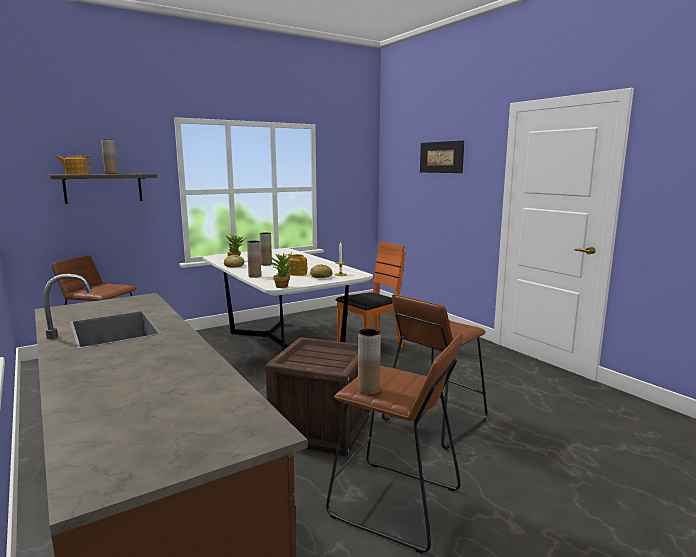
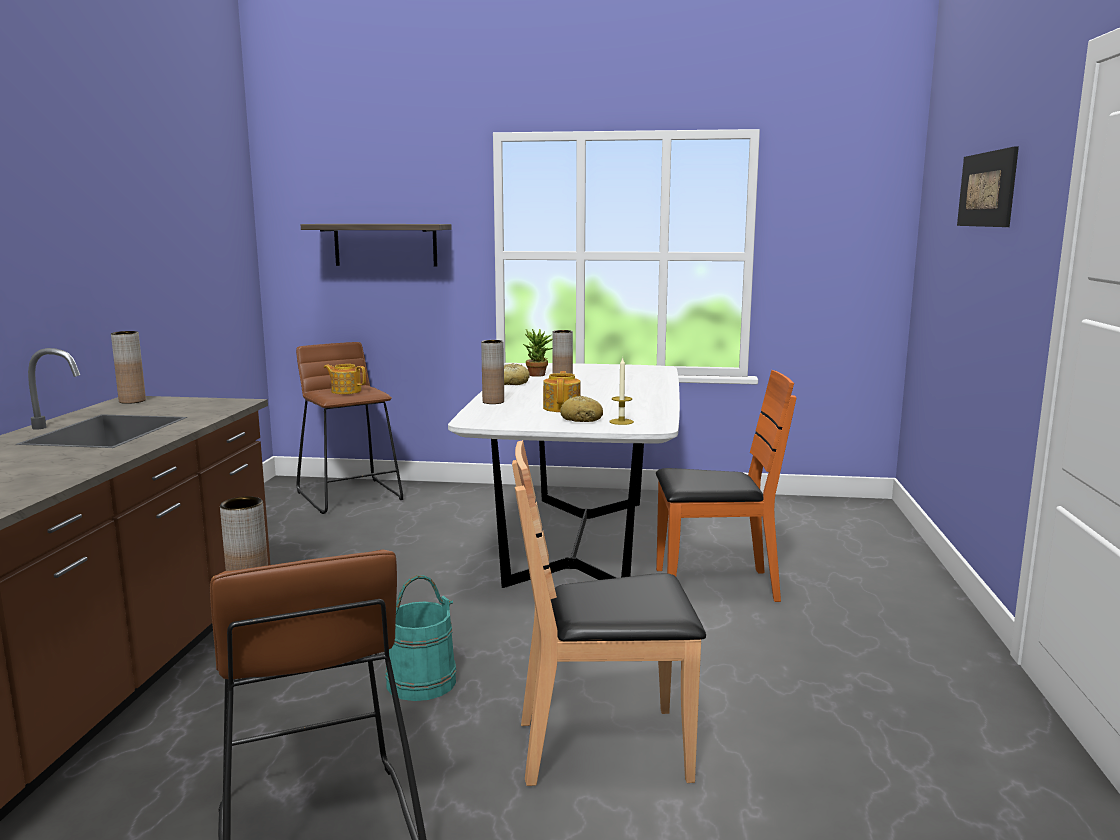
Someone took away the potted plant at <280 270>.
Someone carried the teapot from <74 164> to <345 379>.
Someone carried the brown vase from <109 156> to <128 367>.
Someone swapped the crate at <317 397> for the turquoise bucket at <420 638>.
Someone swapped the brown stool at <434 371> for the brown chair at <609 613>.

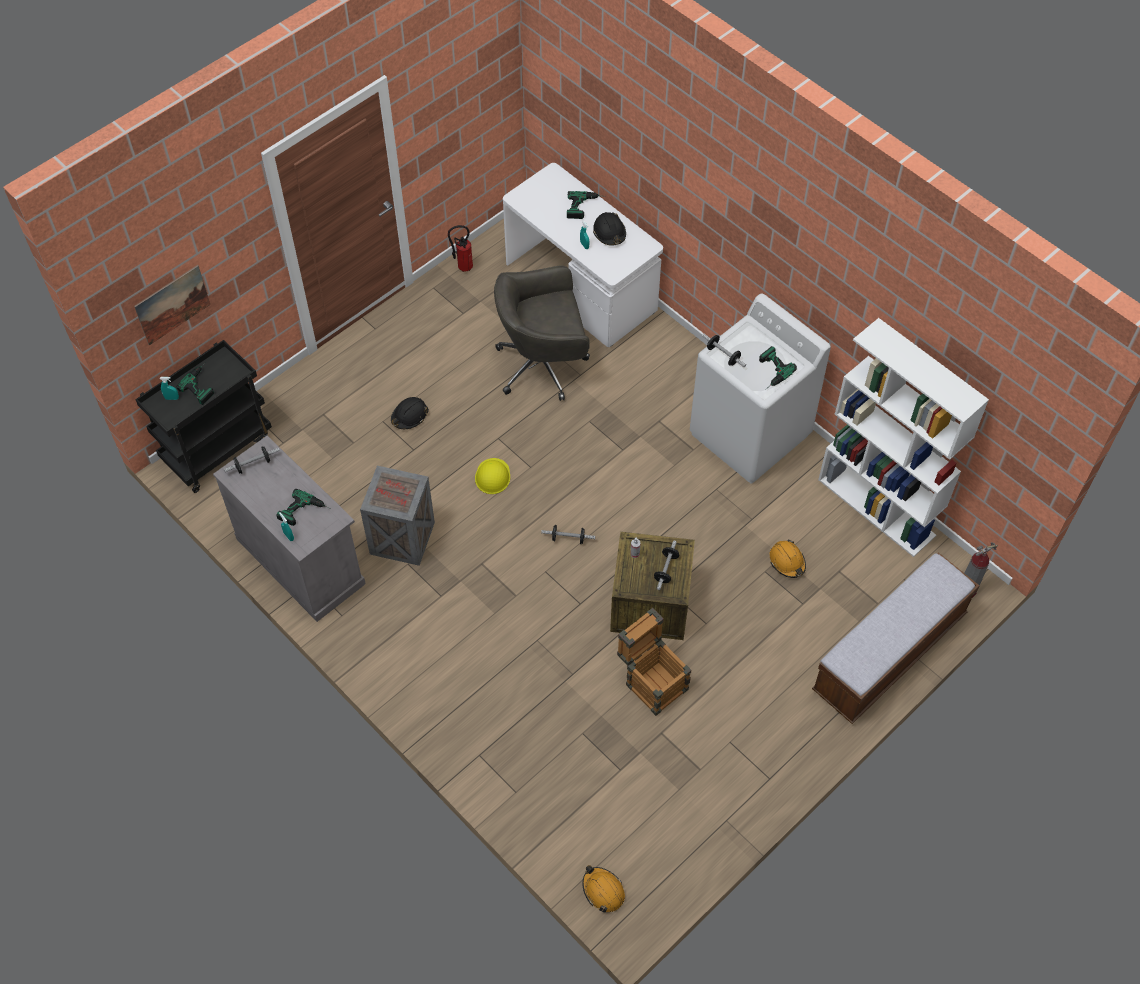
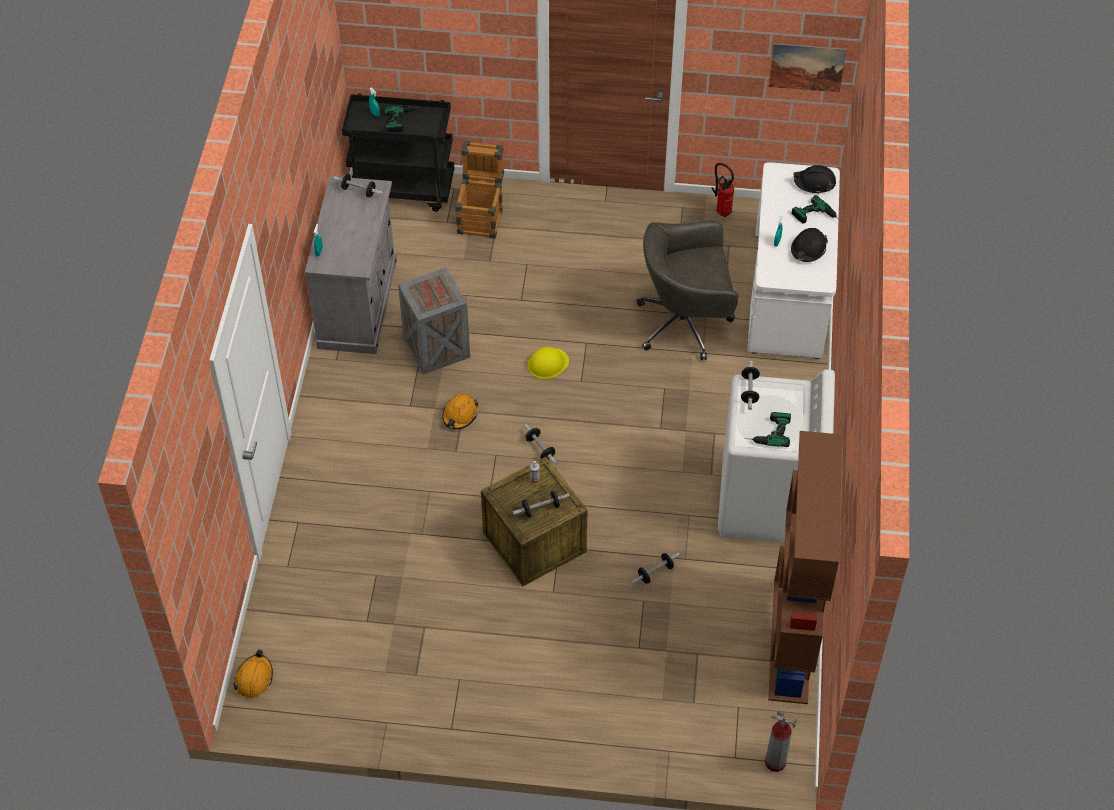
Someone took away the power drill at <303 507>.
Someone took away the bench at <896 638>.
Someone put down the dumbbell at <656 568>.
Someone carried the picture from <172 305> to <808 68>.
Someone carried the black hard hat from <410 413> to <814 179>.
Someone carried the crate from <654 662> to <479 190>.
Someone carried the orange hard hat from <787 558> to <460 411>.
Someone repainted the white bookcase at <903 437>, which became the brown bookcase at <805 567>.
Someone rotated the grey office chair at <542 333> by 45 degrees counterclockwise.

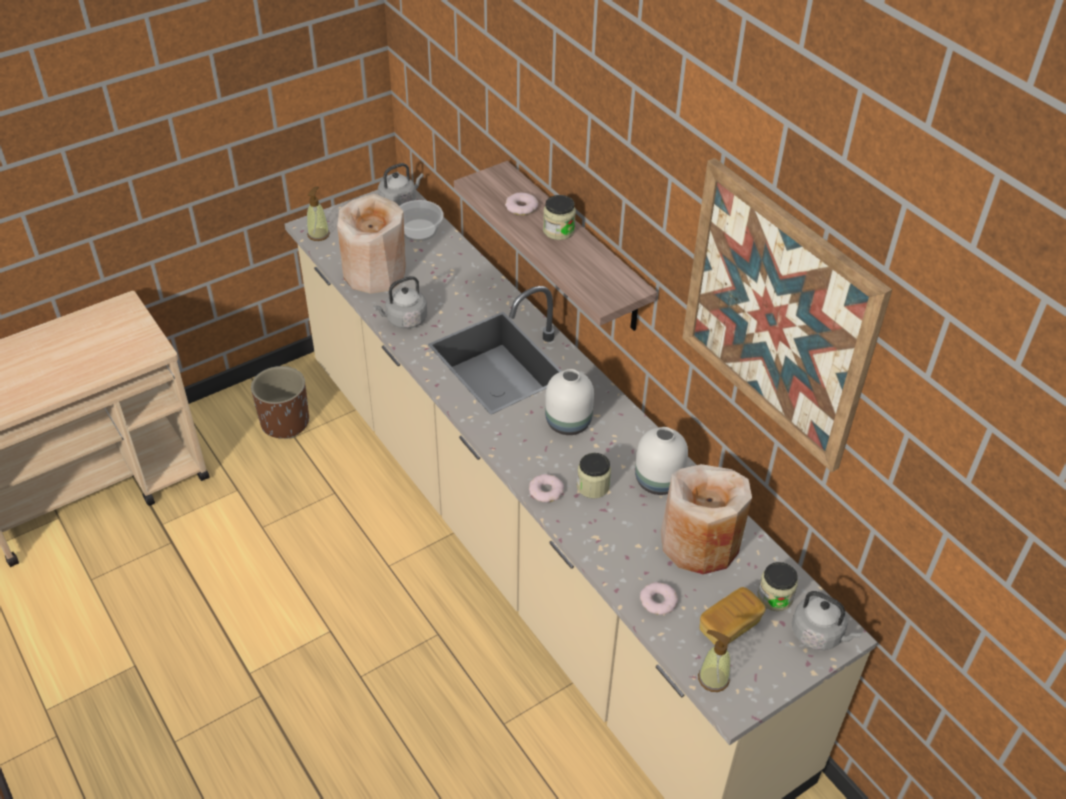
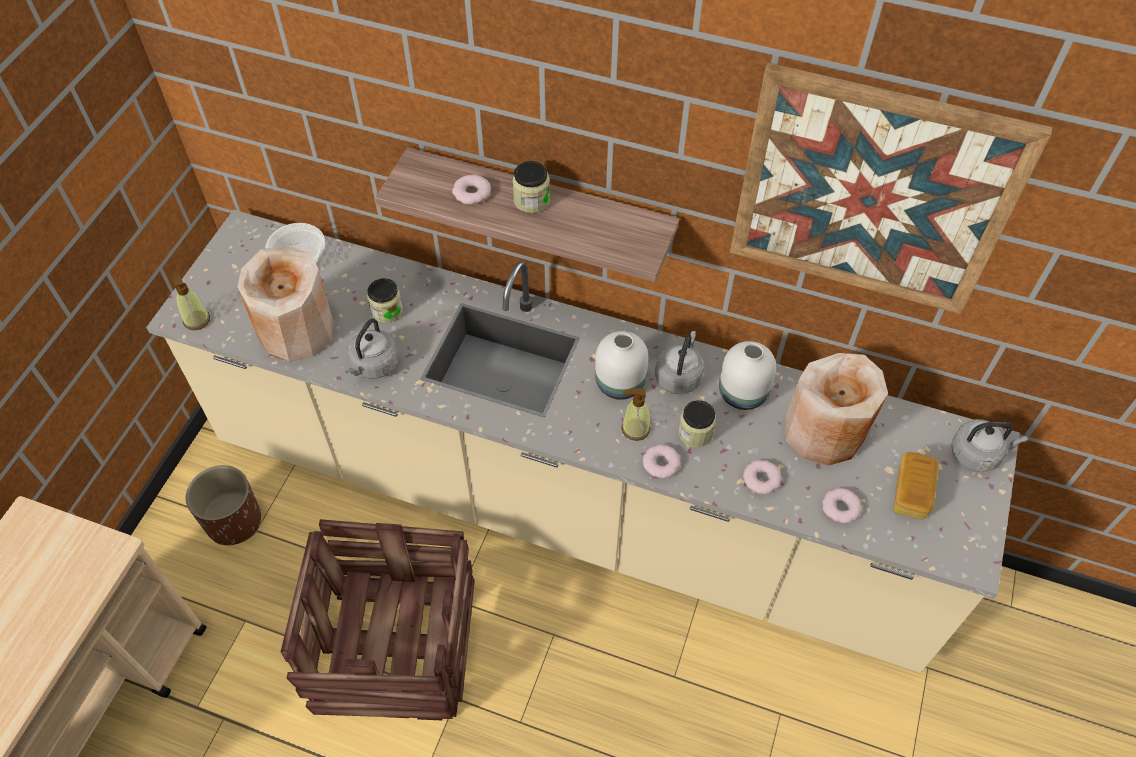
Someone put down the crate at <377 619>.
Someone put down the donut at <762 477>.
Someone carried the grey kettle from <401 184> to <680 362>.
Someone carried the soap dispenser from <714 661> to <636 414>.
Someone carried the jar from <777 586> to <385 300>.

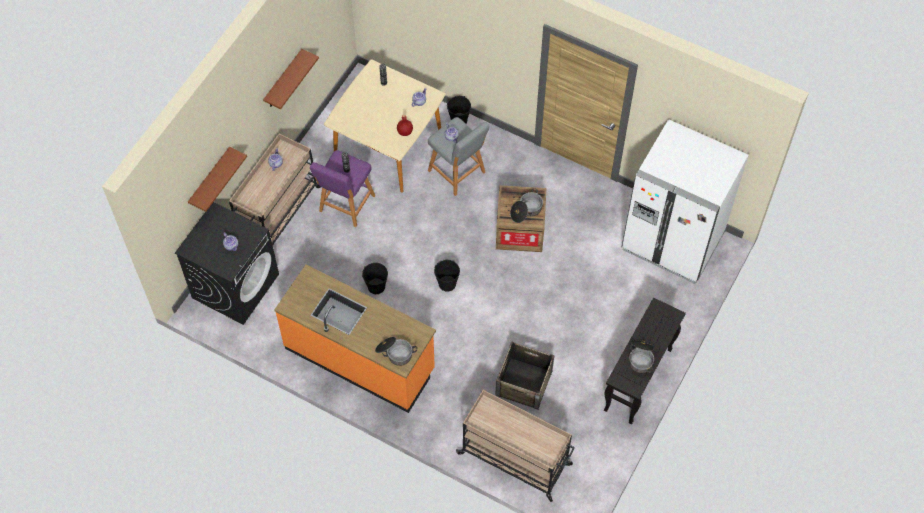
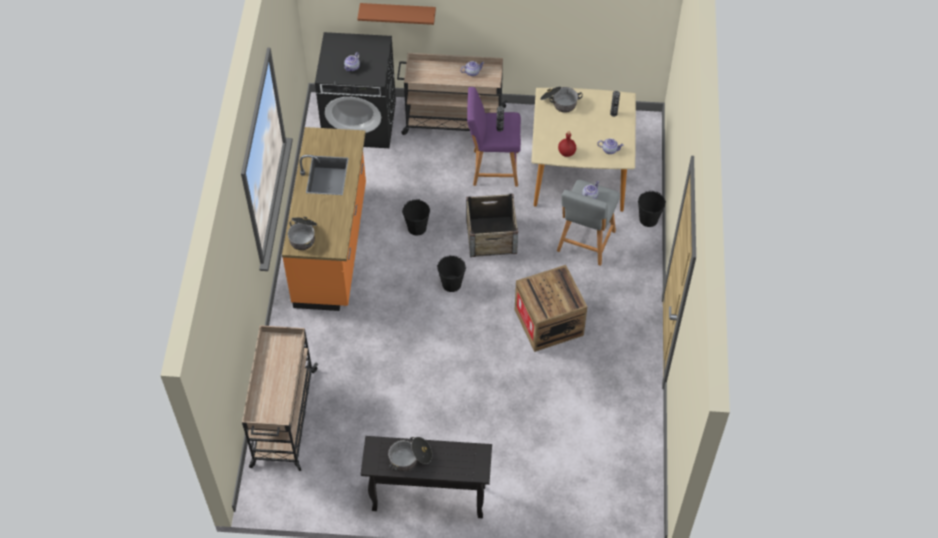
Someone took away the brown shelf at <291 79>.
Someone took away the white fridge at <685 201>.
Someone carried the crate from <524 375> to <492 225>.
Someone carried the cooking pot from <526 205> to <561 100>.

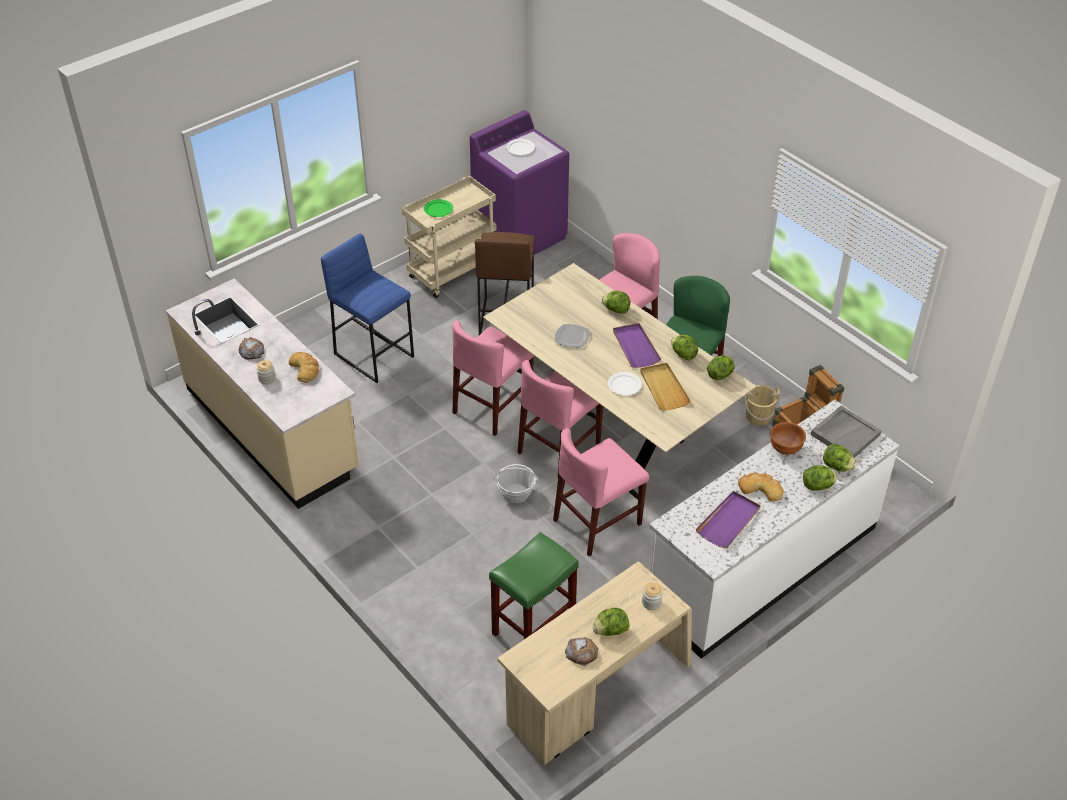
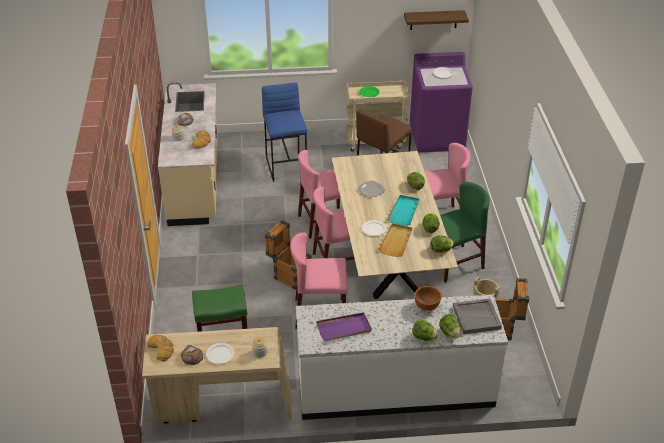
Someone put up the shelf at <436 20>.
Someone carried the bread from <761 487> to <160 348>.
Someone swapped the basket at <516 483> for the crate at <288 255>.
Someone swapped the lettuce at <611 622> for the white plate at <220 353>.
Someone repainted the purple tray at <637 345>, which became the turquoise tray at <403 210>.

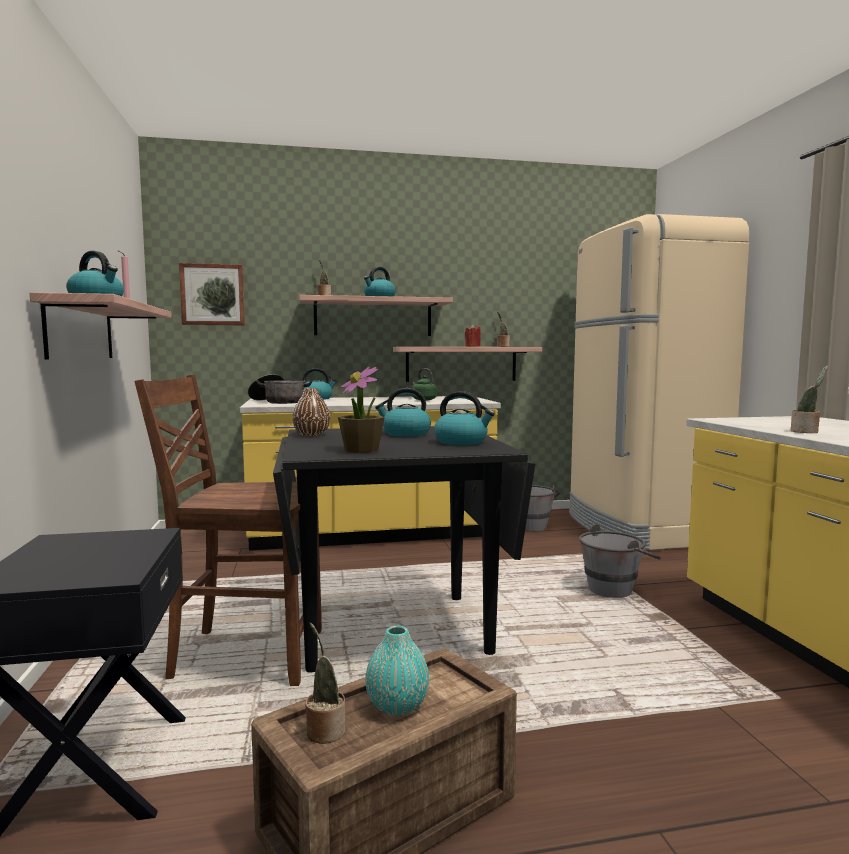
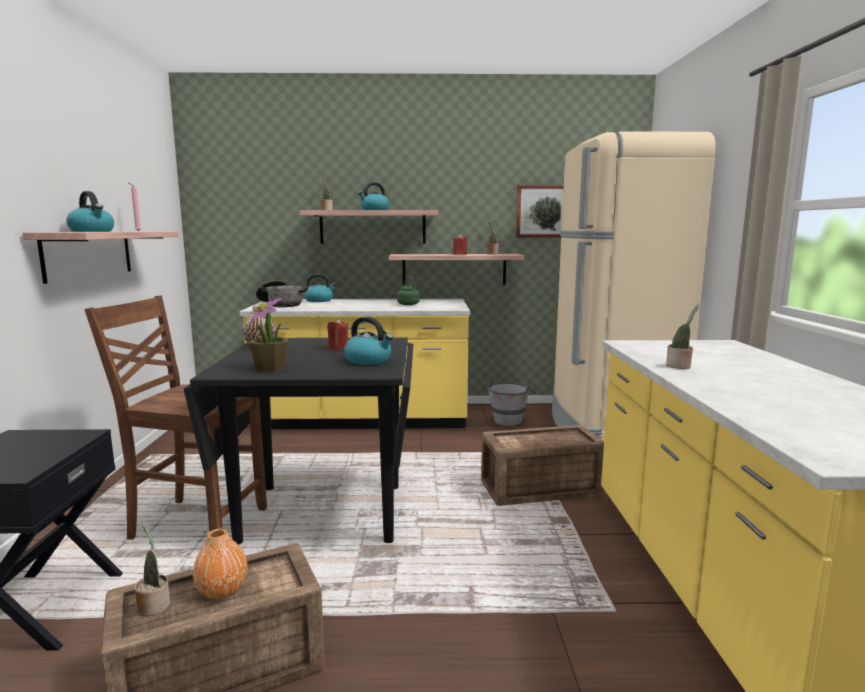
Someone carried the picture from <212 294> to <539 211>.
Someone swapped the kettle at <403 412> for the red candle at <337 334>.
Someone swapped the grey bucket at <620 561> for the crate at <542 465>.
Someone repainted the turquoise vase at <397 670>, which became the orange vase at <220 564>.

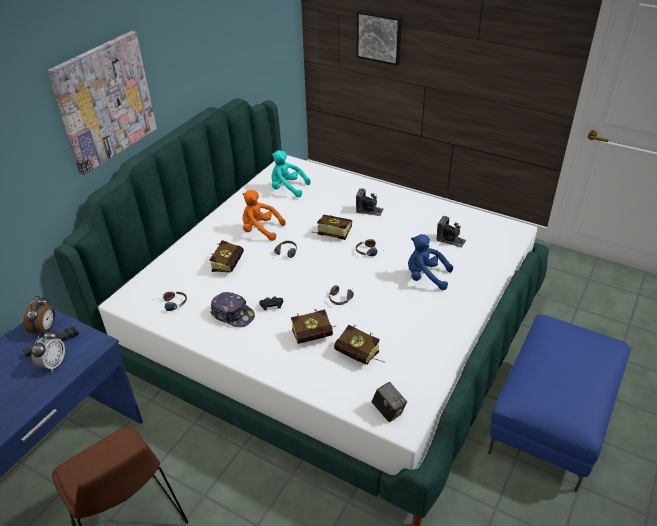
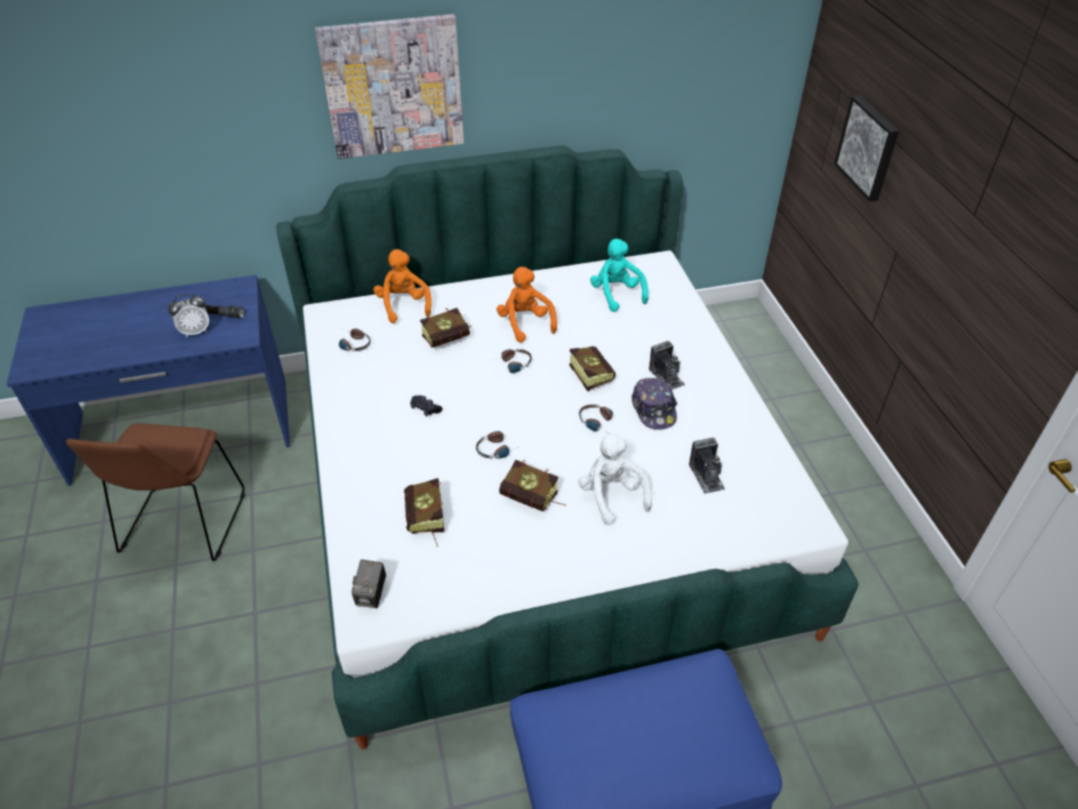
Someone took away the alarm clock at <39 316>.
Someone put down the orange plush toy at <402 286>.
Someone carried the cap from <232 309> to <654 404>.
Someone carried the book from <313 326> to <532 485>.
Someone repainted the blue plush toy at <430 262>, which became the white plush toy at <615 478>.

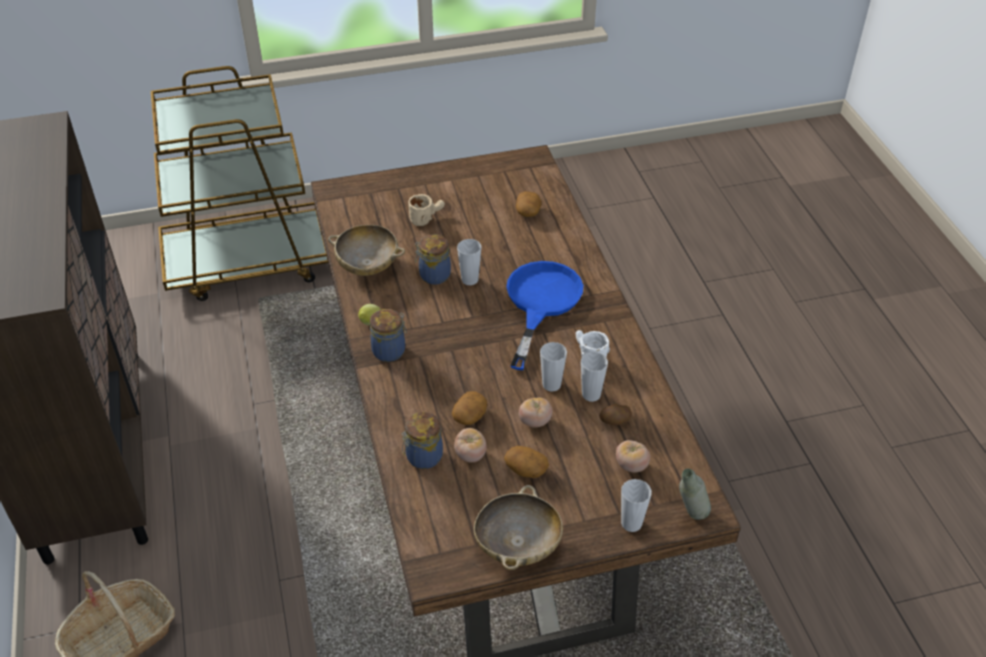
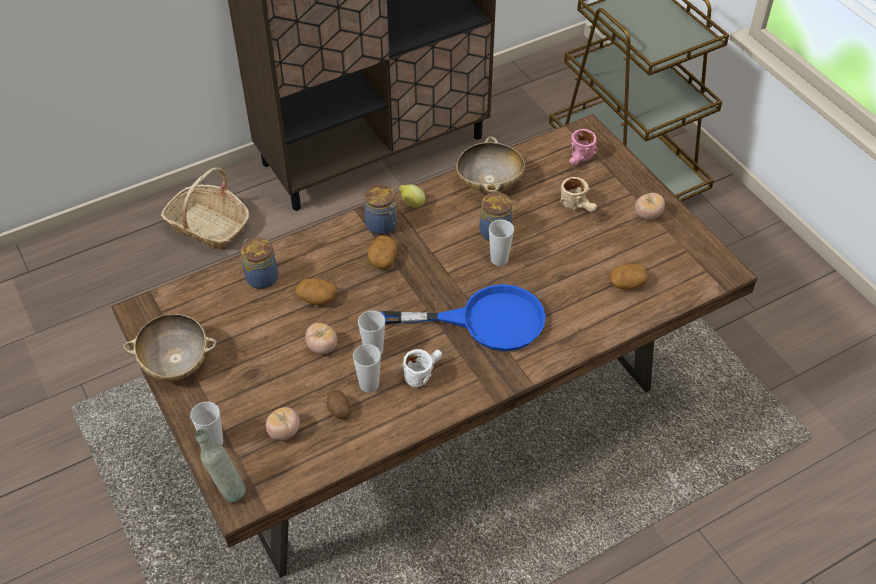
Someone put down the pink mug at <583 147>.
Someone carried the tomato from <470 445> to <650 206>.
Someone carried the potato from <526 462> to <382 252>.

